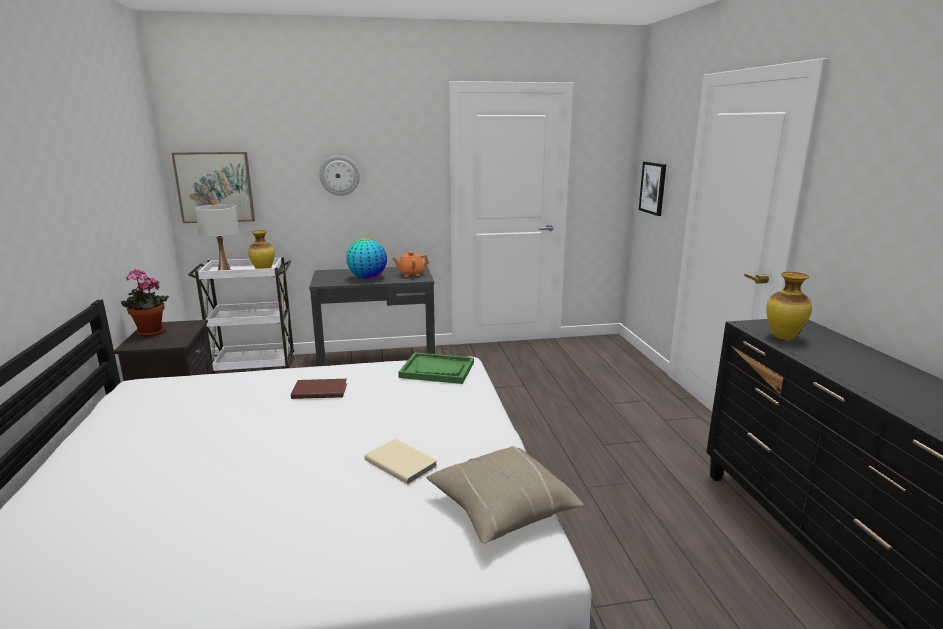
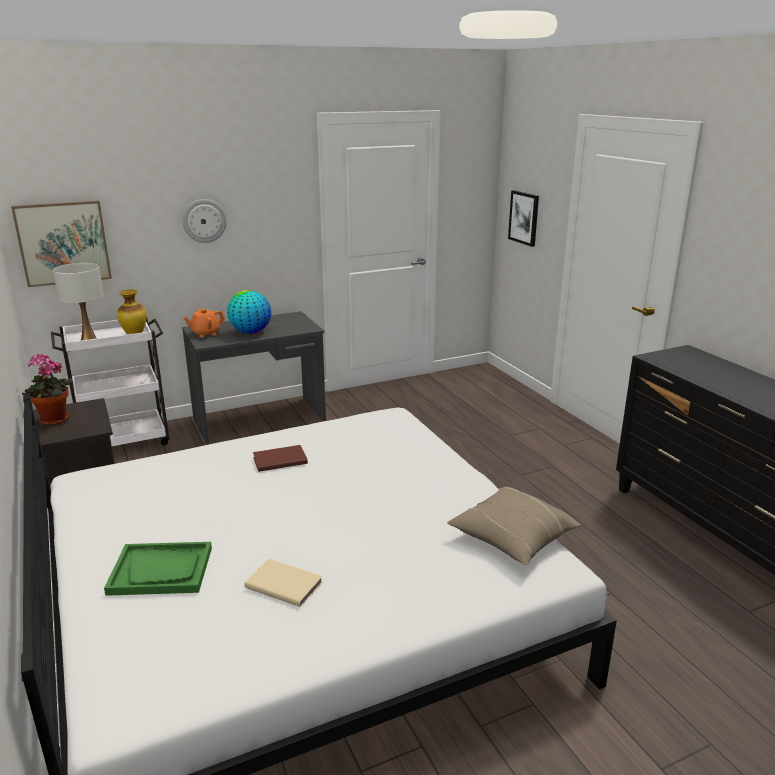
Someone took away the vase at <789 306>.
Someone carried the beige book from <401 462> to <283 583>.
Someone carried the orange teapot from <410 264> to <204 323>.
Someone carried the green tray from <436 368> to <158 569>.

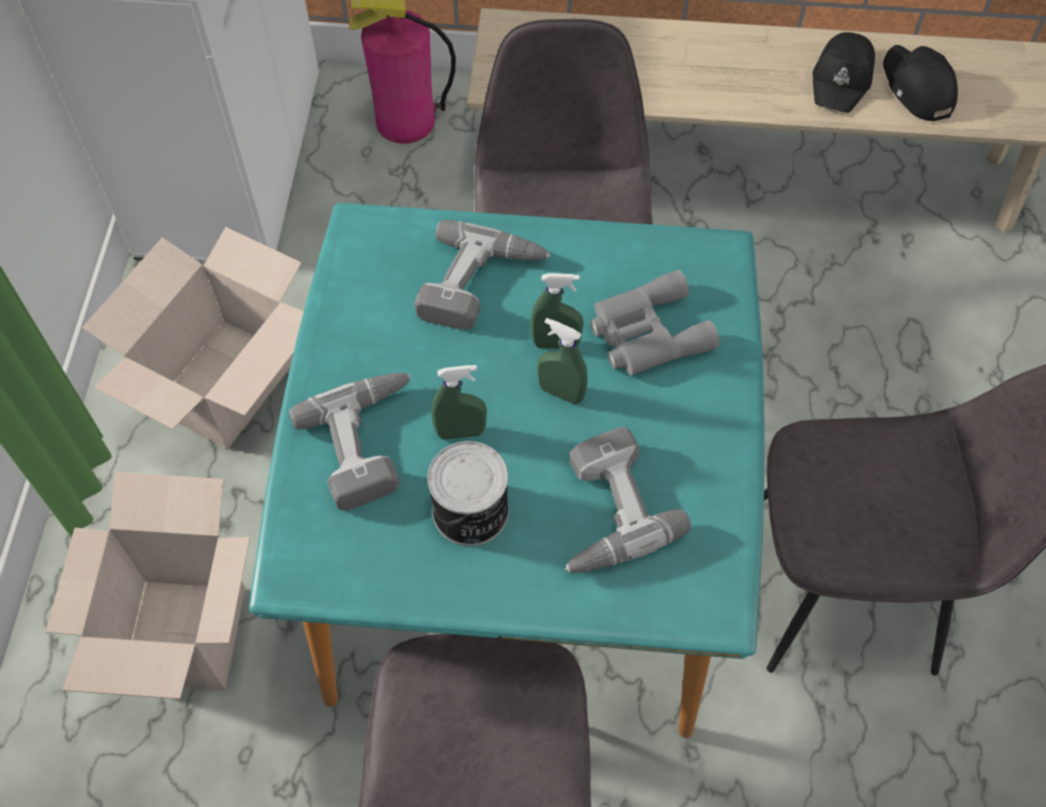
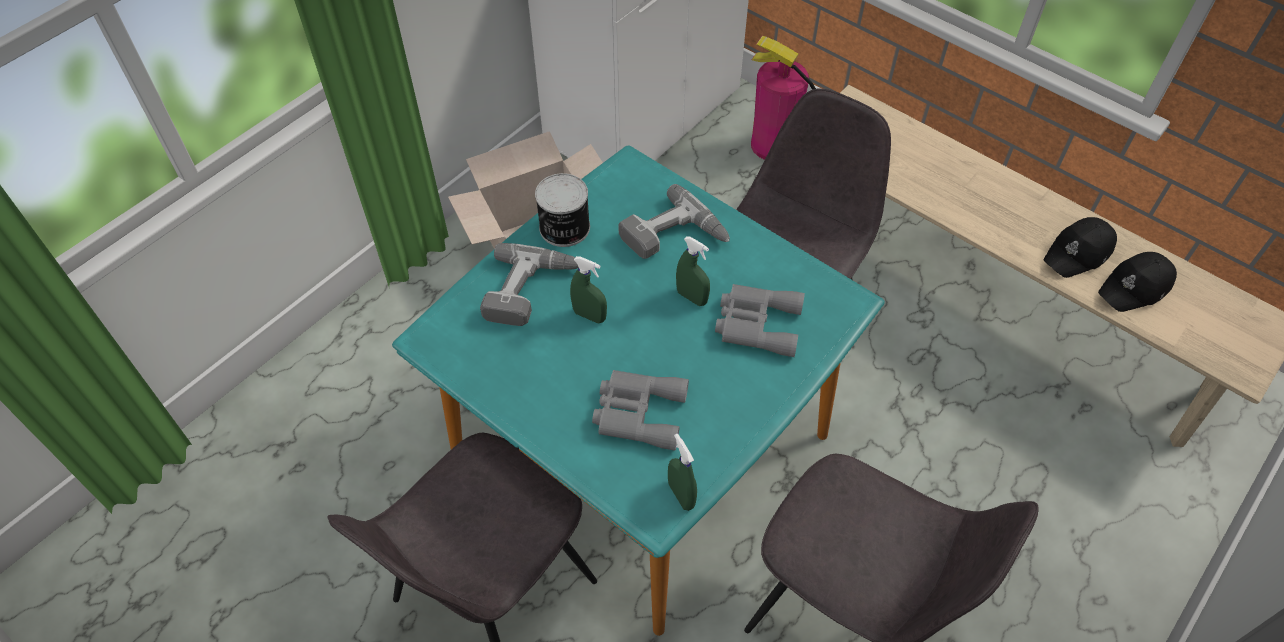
Someone took away the cardboard box at <148 585>.
Someone carried the can from <468 493> to <562 210>.
Someone carried the green spray bottle from <562 361> to <682 472>.
Someone swapped the power drill at <628 500> for the grey binoculars at <640 410>.
Someone rotated the black cap at <920 83> by 135 degrees counterclockwise.

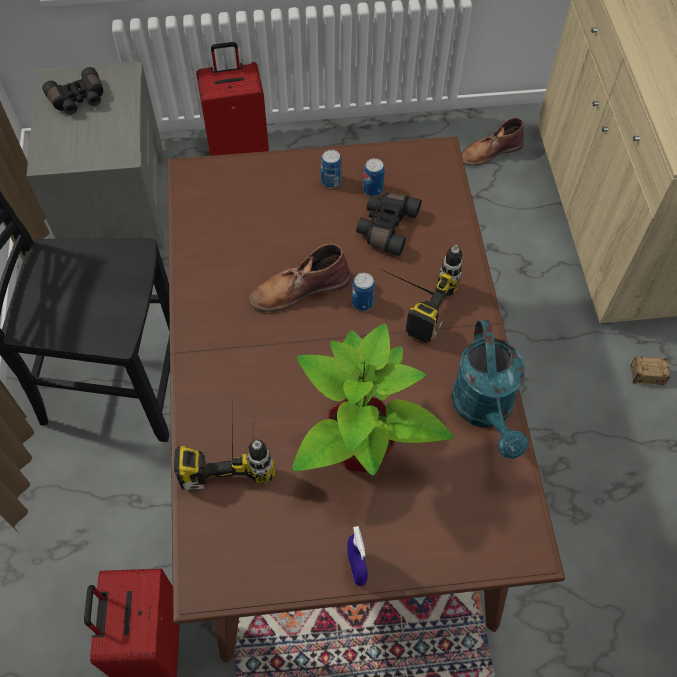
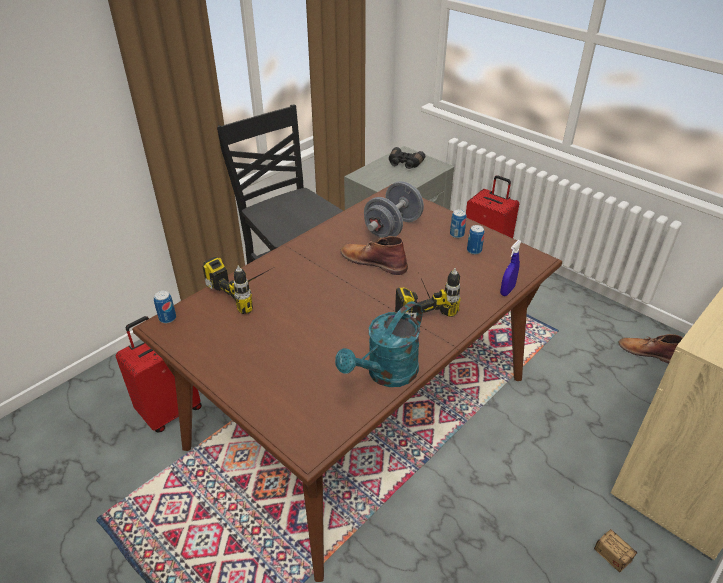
Someone took away the potted plant at <372 399>.
Someone took away the black binoculars at <389 224>.
Someone put down the grey dumbbell at <394 209>.
Someone carried the blue spray bottle from <357 556> to <511 268>.
Someone carried the can from <363 292> to <165 306>.

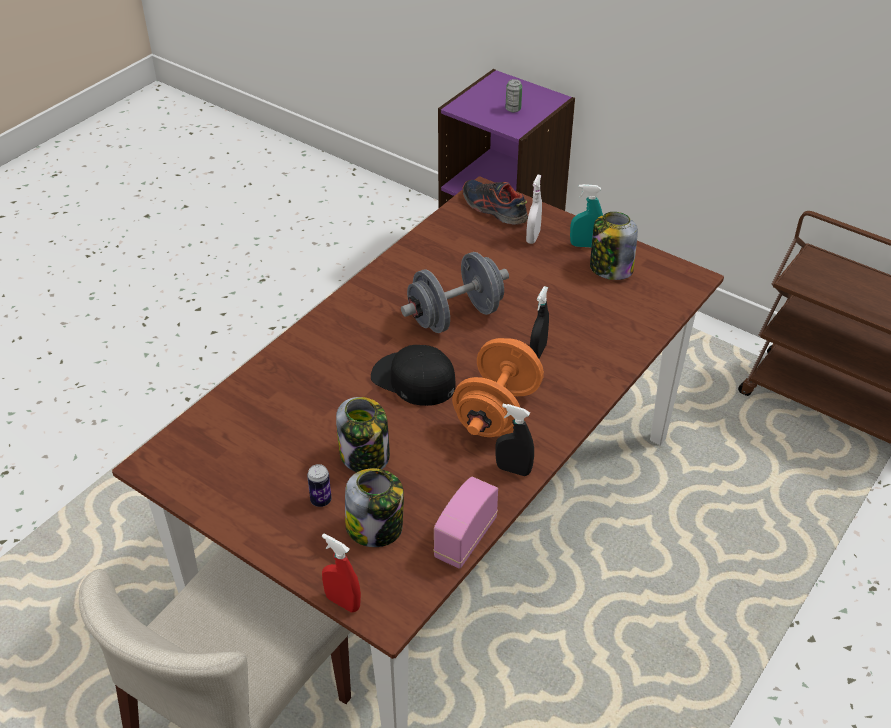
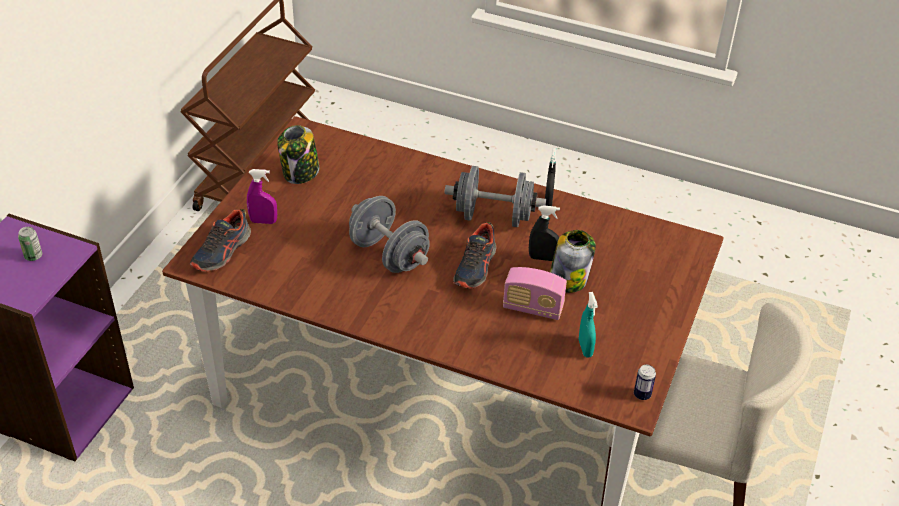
Someone took away the red spray bottle at <341 572>.
Someone took away the jar at <374 507>.
Someone carried the can from <319 485> to <645 382>.
Someone carried the radio from <465 523> to <535 293>.
Someone carried the black spray bottle from <539 322> to <544 233>.
Someone carried the turquoise spray bottle from <586 215> to <588 325>.
Someone swapped the black cap at <413 375> for the shoe at <474 255>.
Someone repainted the orange dumbbell at <498 387>, which became the grey dumbbell at <495 196>.
Someone repainted the white spray bottle at <534 209>, which became the purple spray bottle at <262 196>.

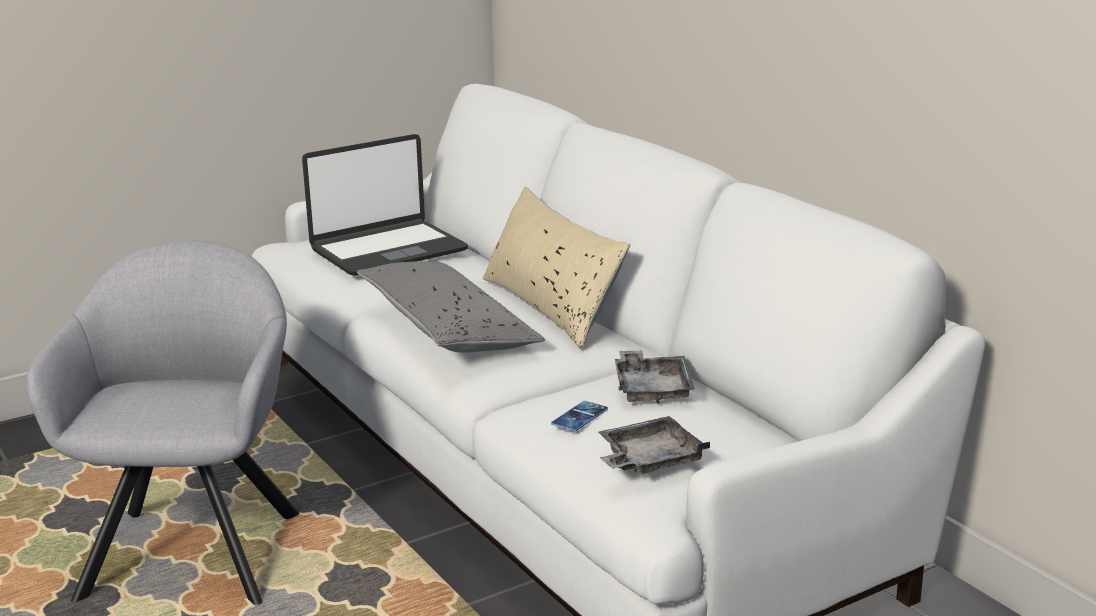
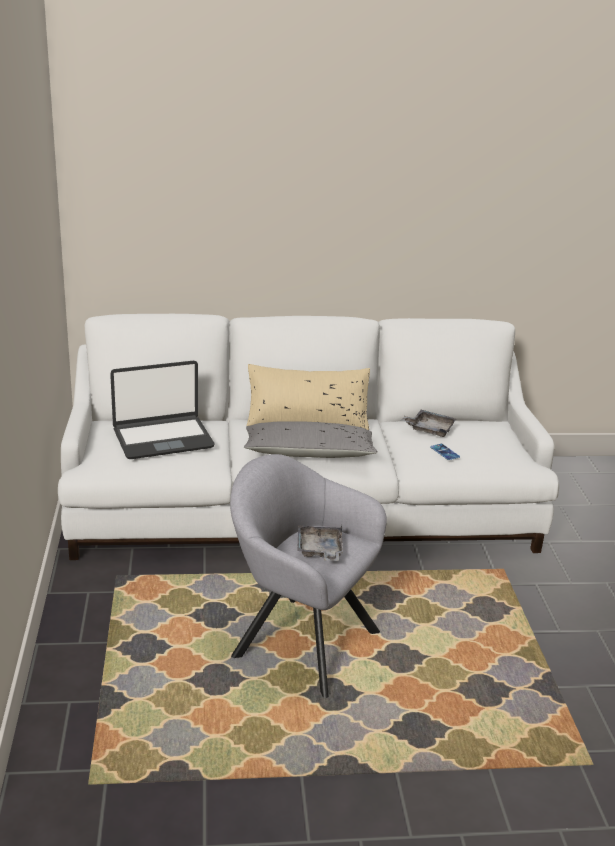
Someone carried the grey tray from <654 445> to <320 543>.
Someone rotated the laptop at <385 205> by 75 degrees clockwise.

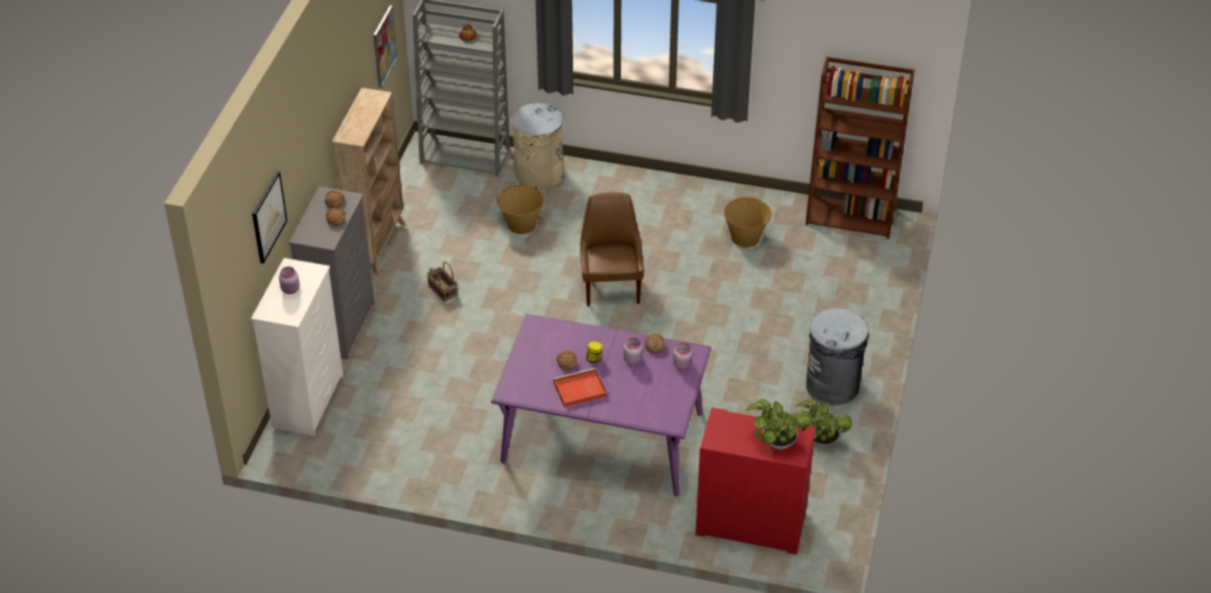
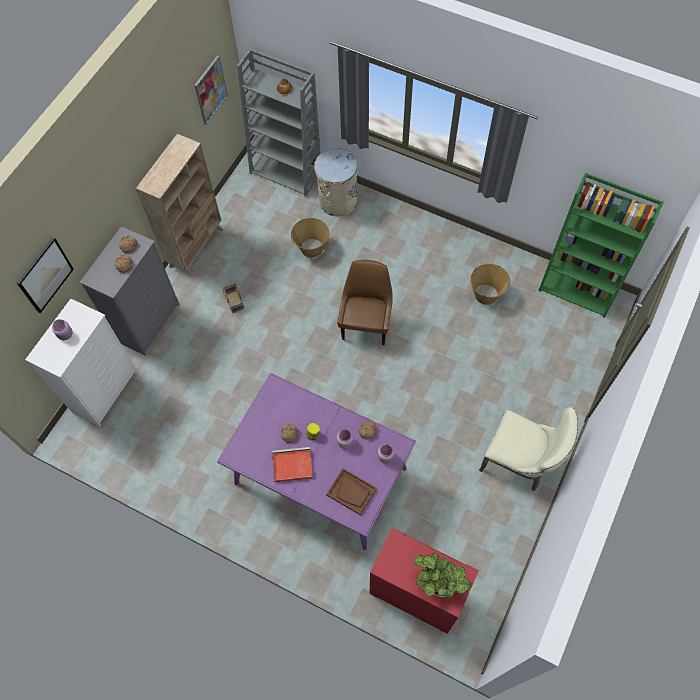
Someone took away the potted plant at <823 423>.
Someone put down the brown tray at <351 492>.
Someone swapped the grey trash can at <837 356> for the beige chair at <528 449>.
Someone repainted the brown bookcase at <860 148>, which became the green bookcase at <601 245>.

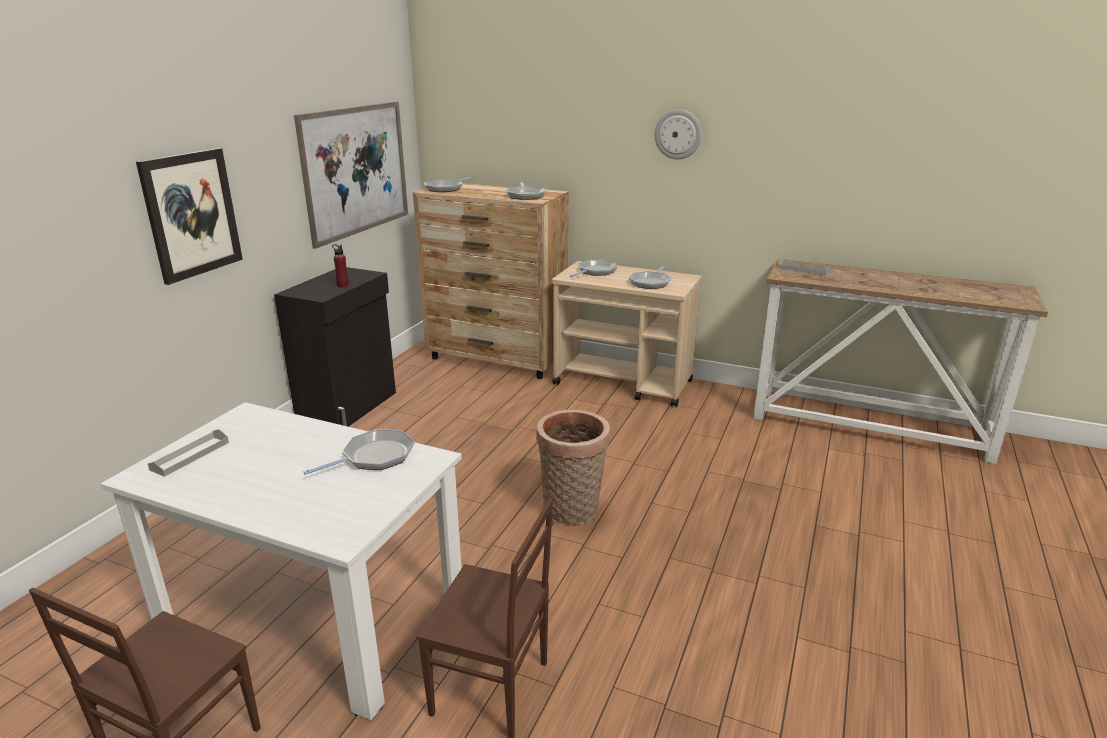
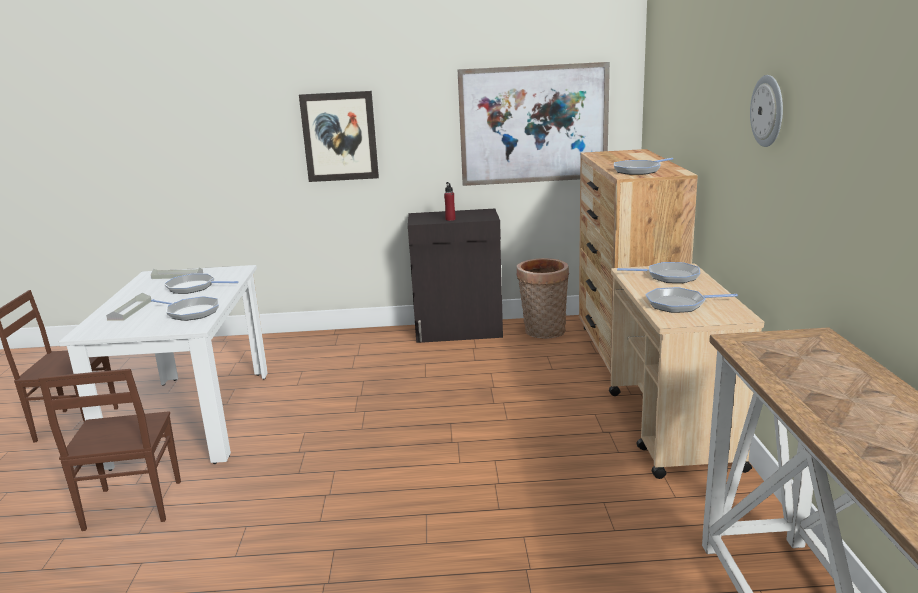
Someone carried the frying pan from <448 184> to <201 284>.
Someone carried the basket from <573 467> to <543 298>.
Someone carried the grey tray from <804 267> to <128 307>.

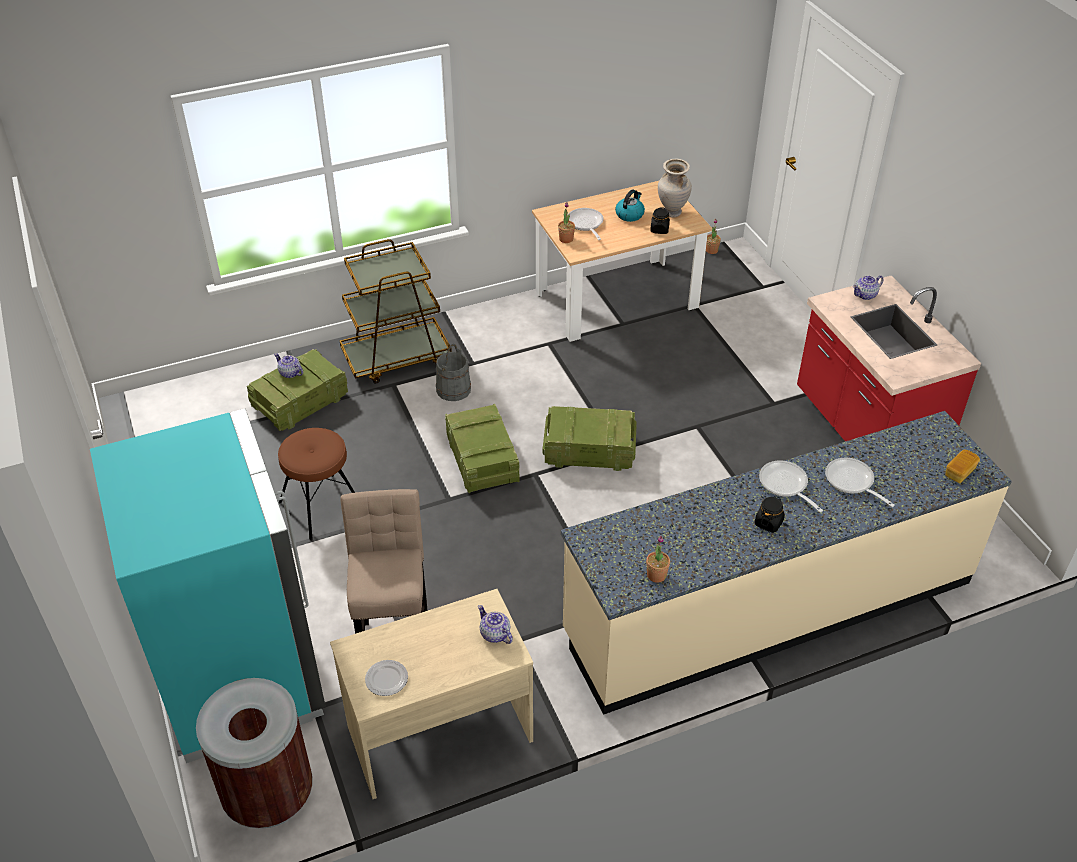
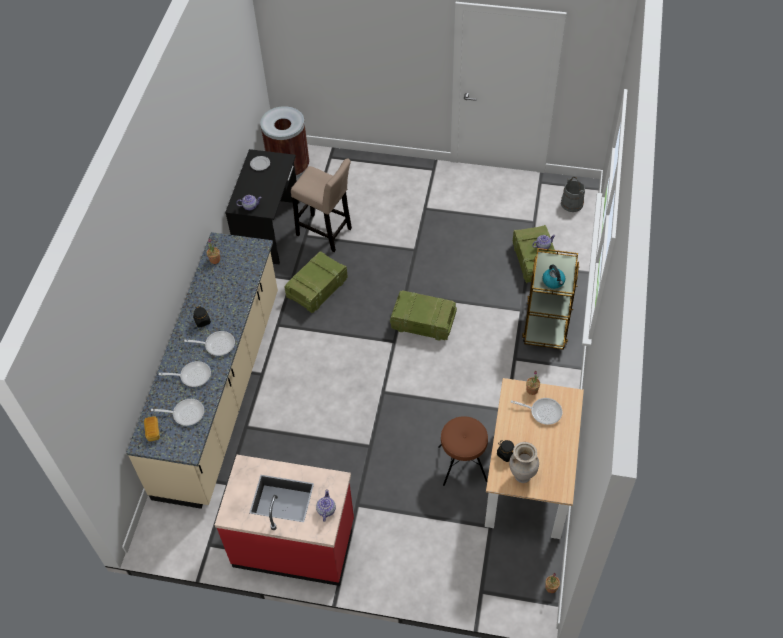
Someone took away the turquoise fridge at <208 585>.
Someone put down the frying pan at <177 412>.
Someone carried the brown stool from <316 484> to <463 451>.
Someone carried the grey bucket from <453 372> to <573 194>.
Someone carried the crate from <590 438> to <316 282>.
Someone carried the kettle from <630 206> to <553 276>.
Someone repainted the beige desk at <431 694>, which became the black desk at <262 206>.

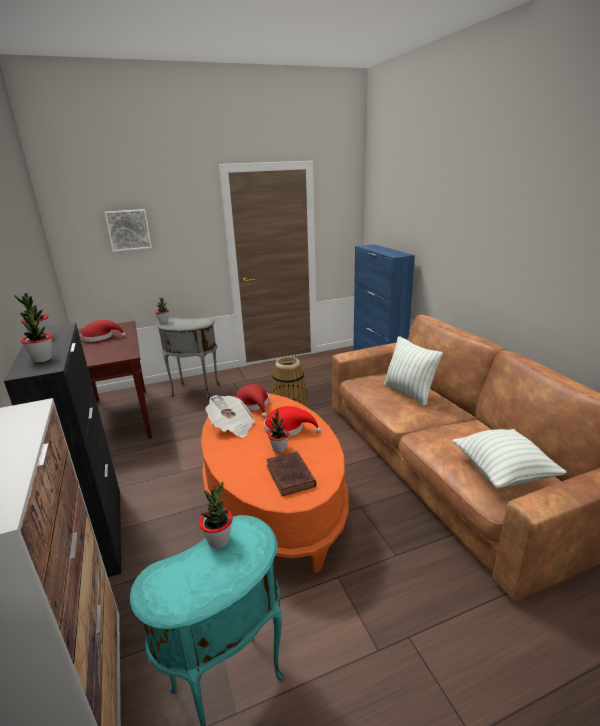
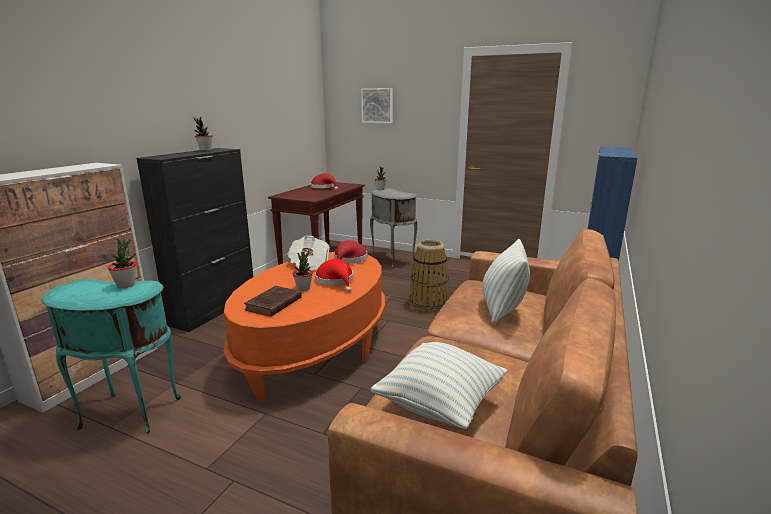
Someone took away the potted plant at <36 334>.

